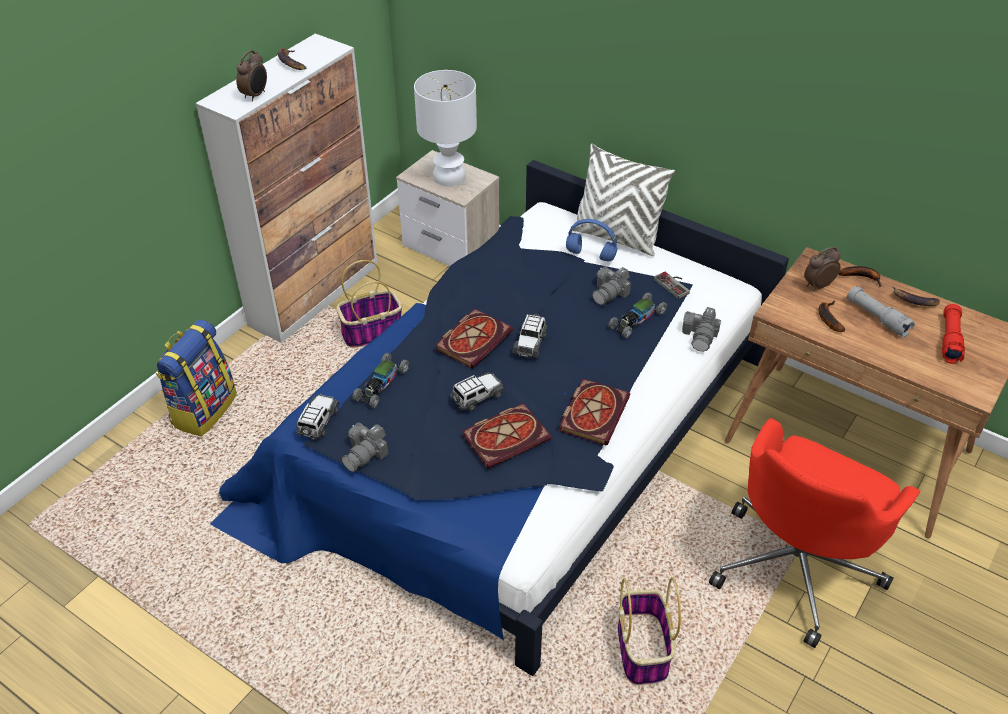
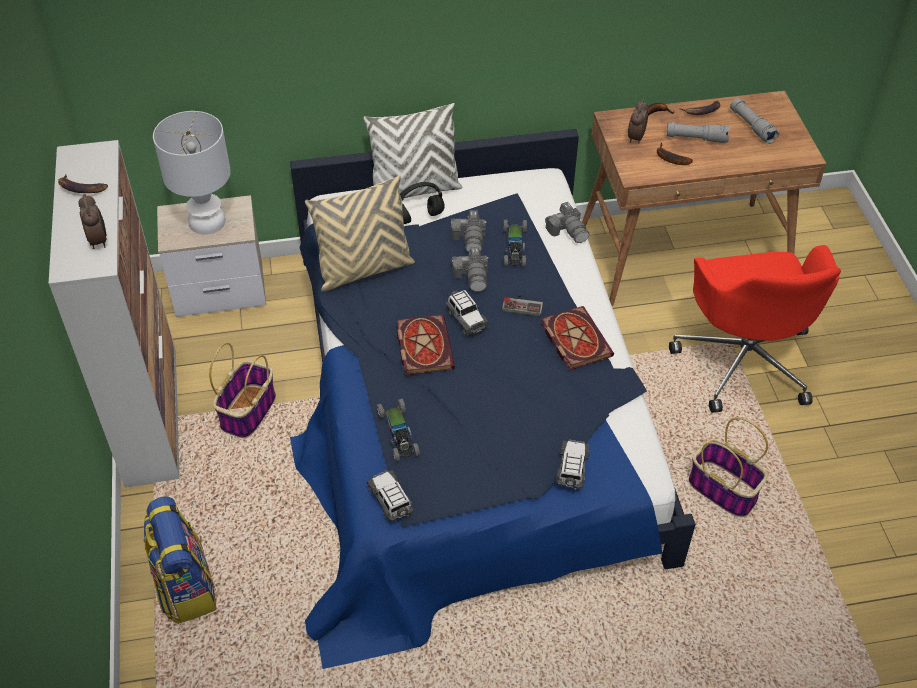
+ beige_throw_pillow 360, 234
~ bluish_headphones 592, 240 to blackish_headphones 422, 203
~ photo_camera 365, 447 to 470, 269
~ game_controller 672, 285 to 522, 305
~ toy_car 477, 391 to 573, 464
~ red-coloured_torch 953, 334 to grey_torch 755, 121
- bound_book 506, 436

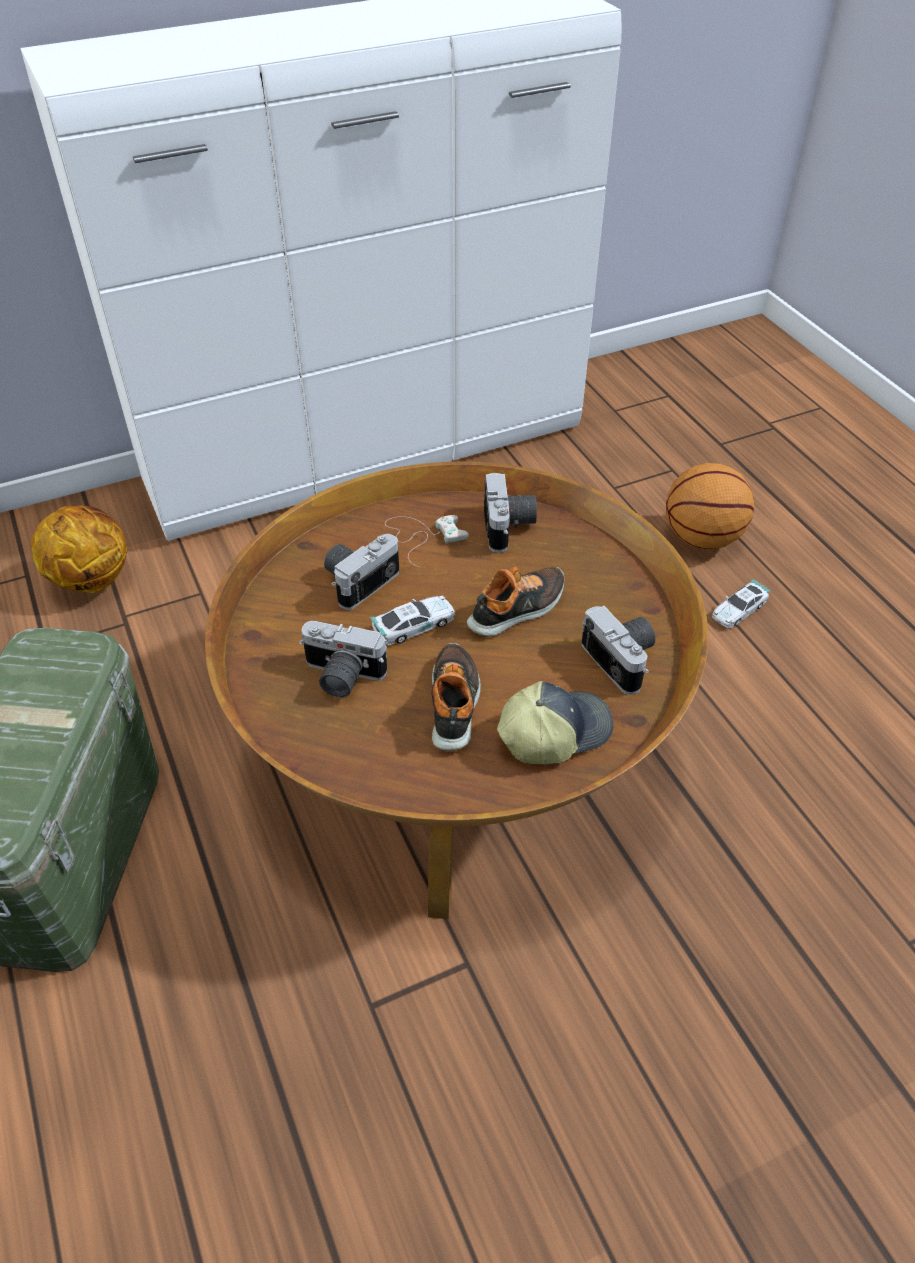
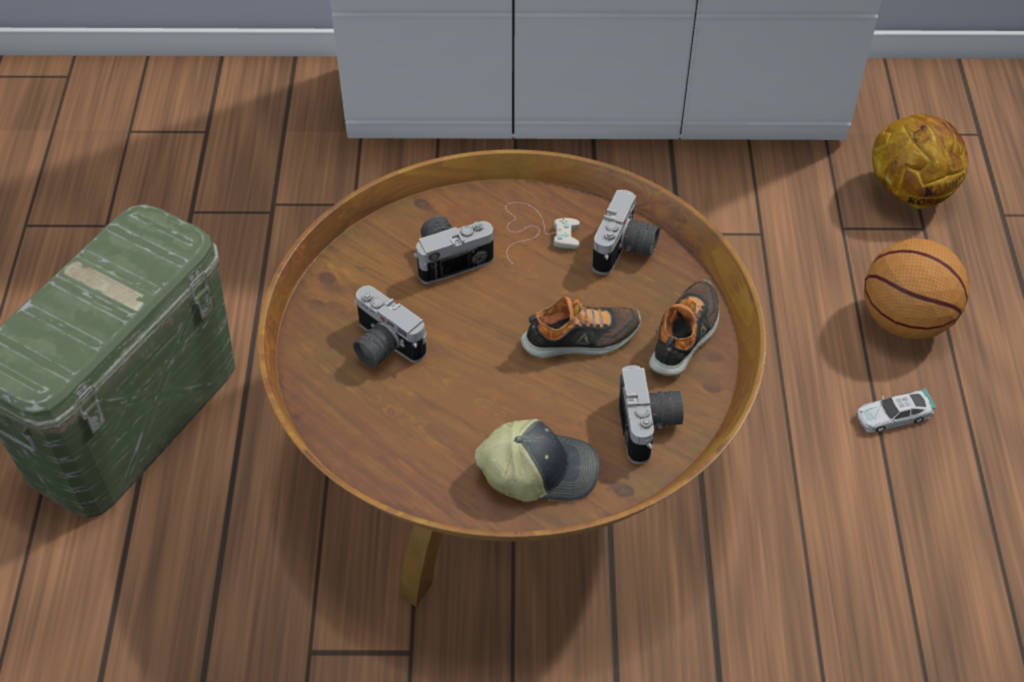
~ low_shoe 456, 697 to 684, 327
~ ball_for_basketball 79, 549 to 920, 161
- toy_car 412, 620

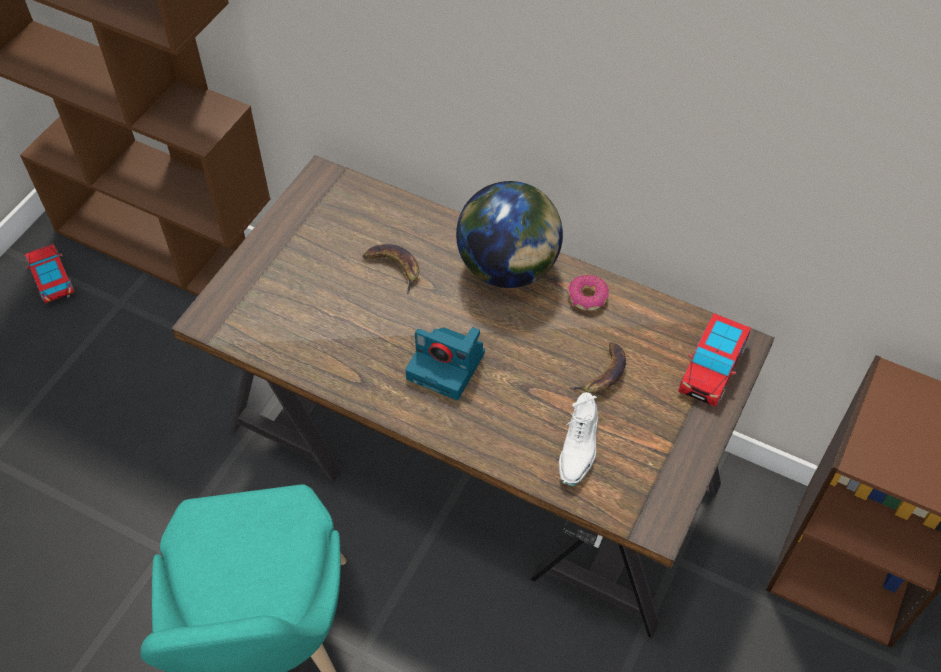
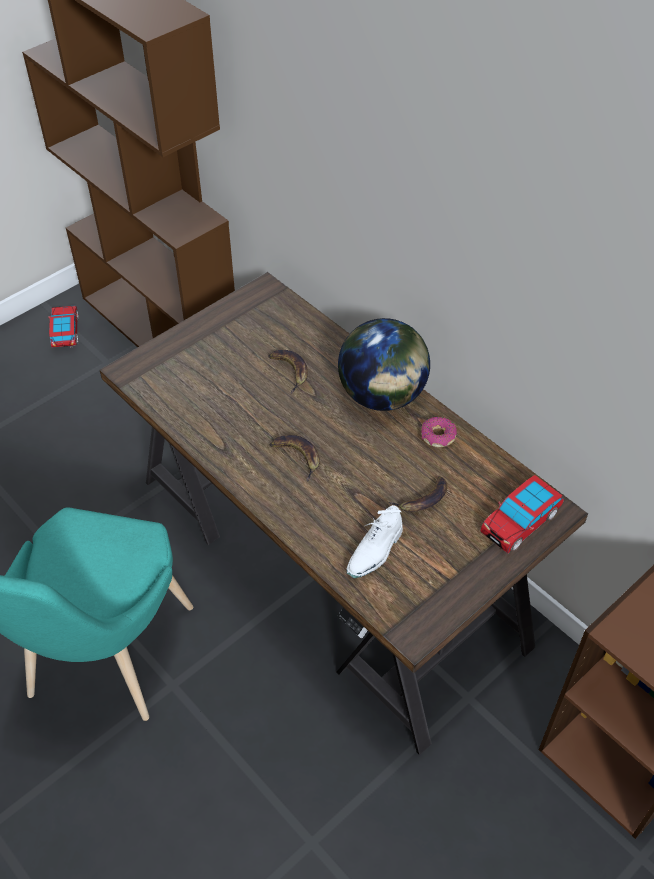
~ photo_camera 445, 363 to whole_banana 294, 458

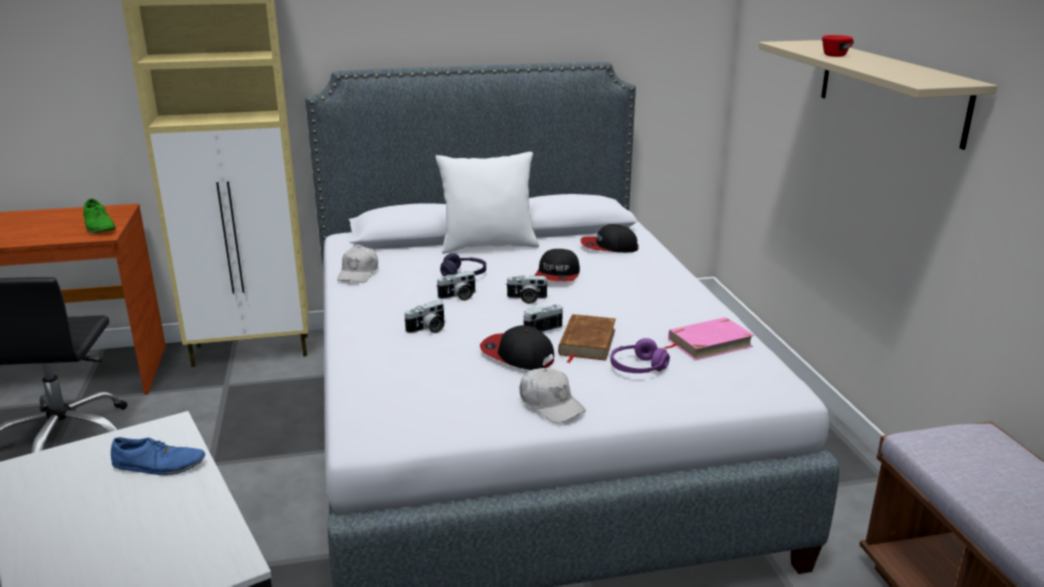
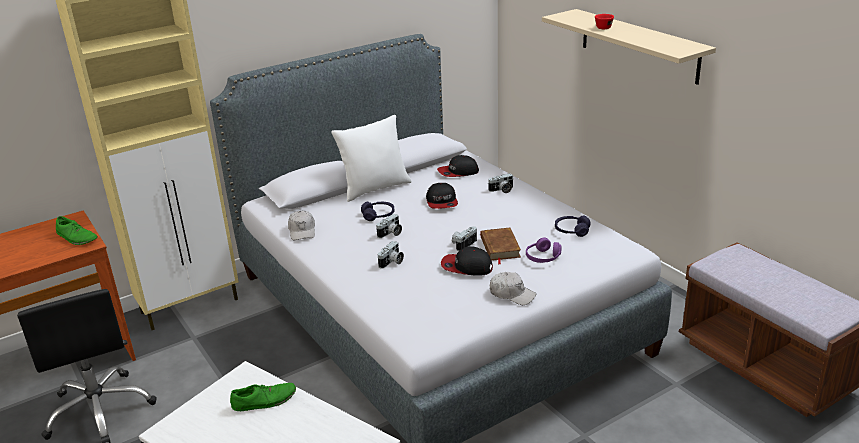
~ bluish_low_shoe 158, 456 to green-coloured_low_shoe 263, 397
~ photo_camera 527, 289 to 501, 183
~ pinkish_bound_book 709, 339 to purplish_headphones 572, 226

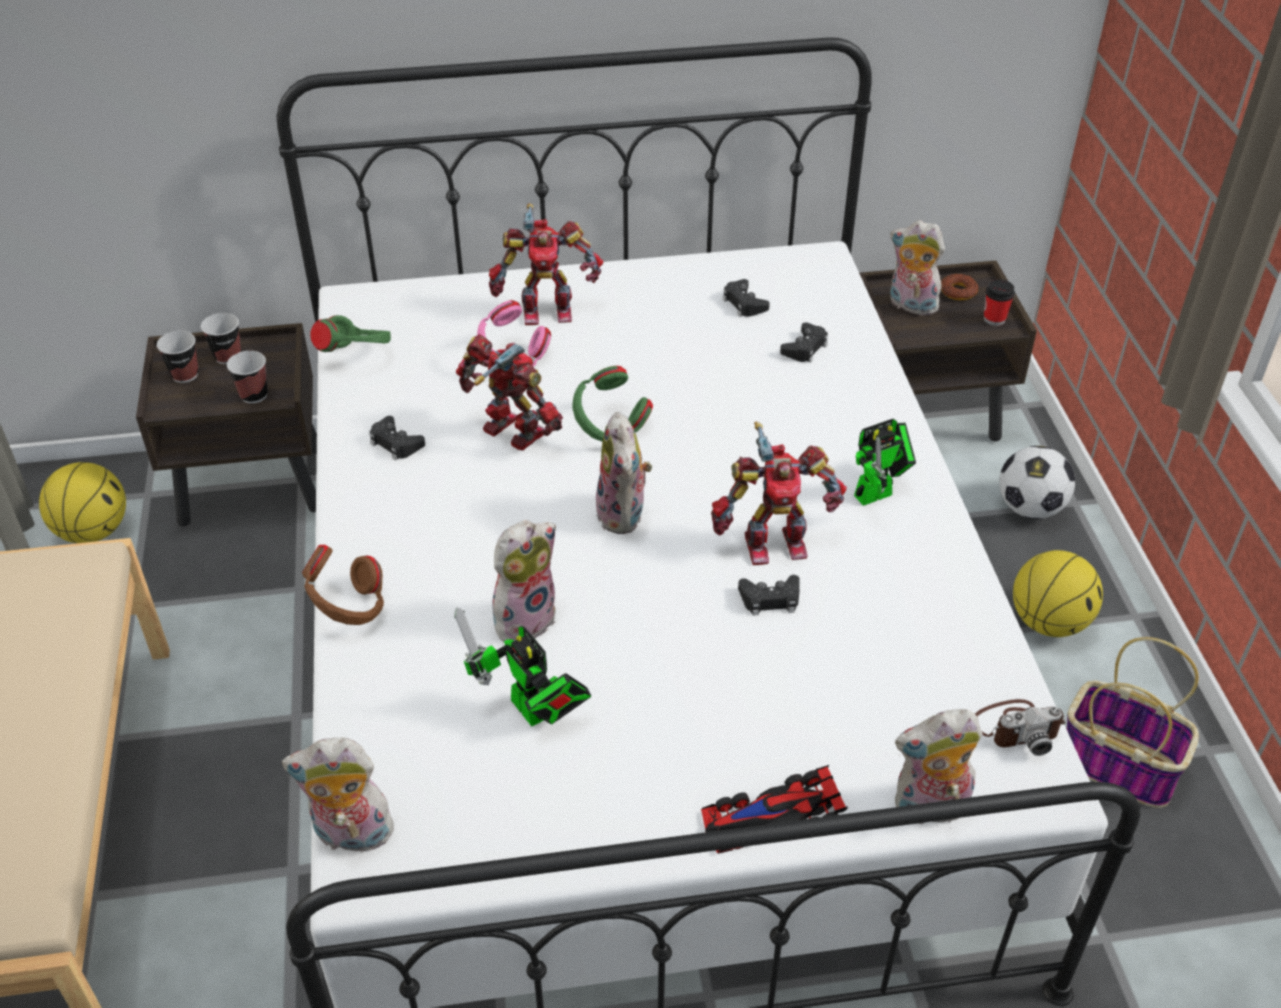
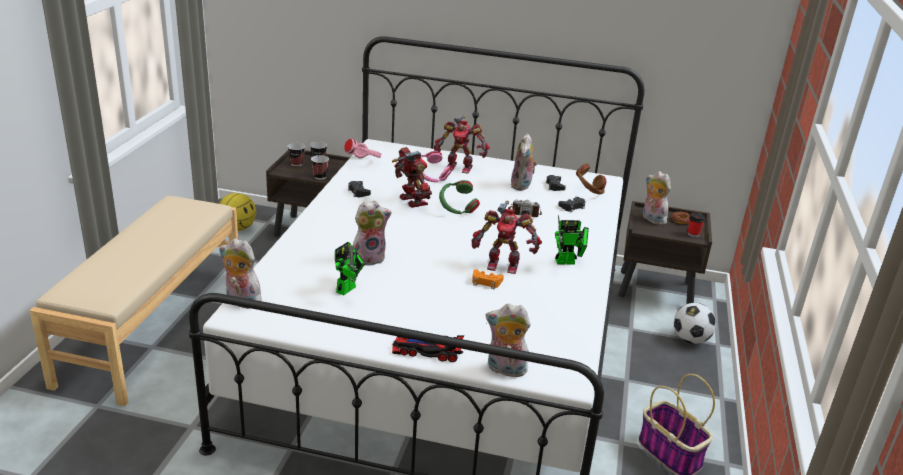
~ model_robot 522, 667 = 350, 269 135 degrees counterclockwise
~ green-coloured_headphones 350, 333 to pinkish_headphones 362, 148
~ blackish_game_controller 769, 595 to orange_game_controller 488, 279
~ photo_camera 1020, 727 to 525, 208
~ plush_toy 624, 473 to 524, 162
~ brownish_headphones 343, 585 to 591, 178
- ball_for_basketball 1058, 593

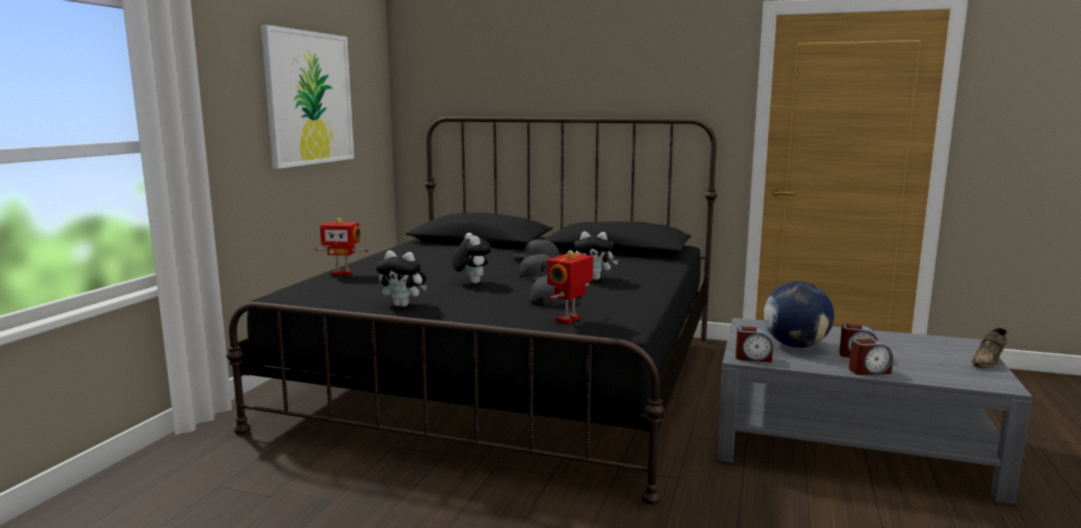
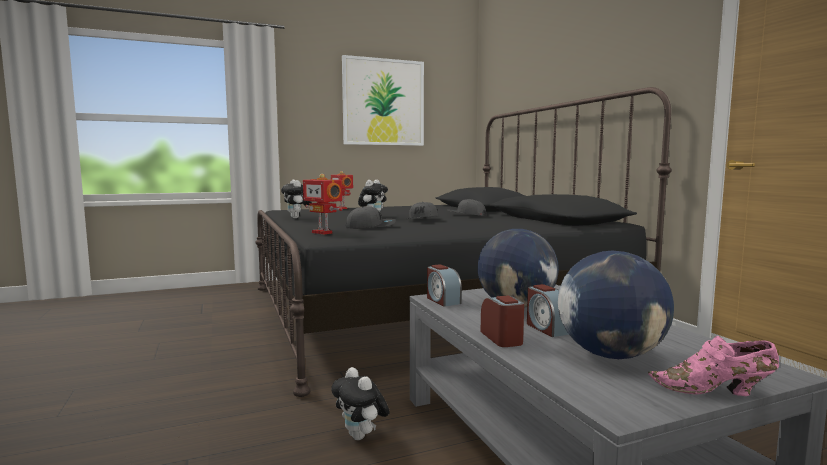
~ model_robot 570, 287 = 323, 204 135 degrees counterclockwise
~ plush_toy 596, 255 to 360, 403
~ alarm_clock 871, 357 = 502, 321 150 degrees counterclockwise
+ desk_globe 616, 304
~ brownish_low_shoe 990, 348 to pinkish_low_shoe 713, 366

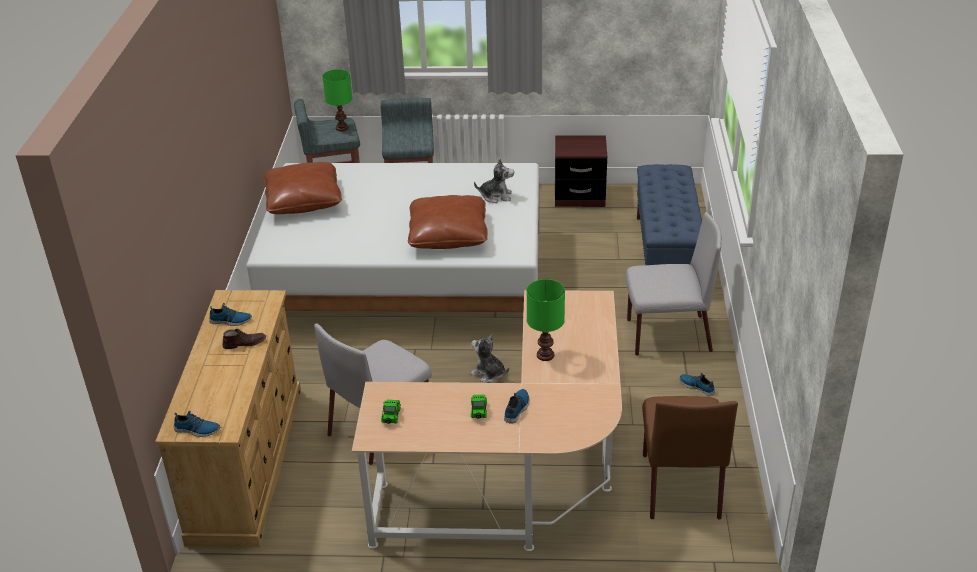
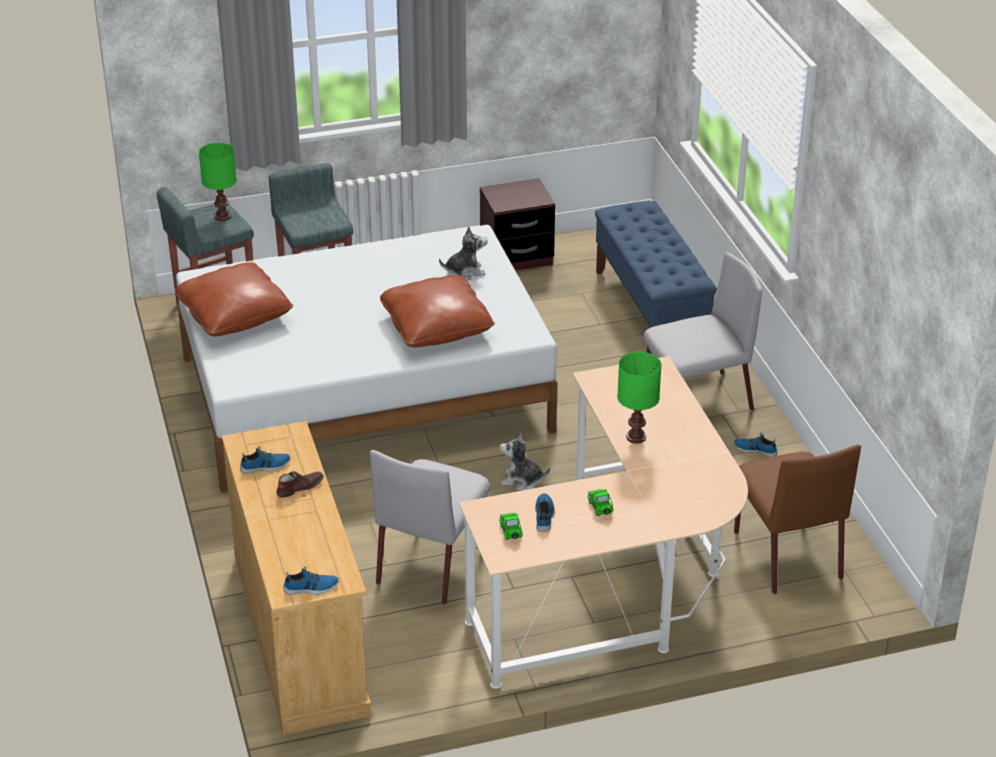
~ low_shoe 516, 406 to 545, 512

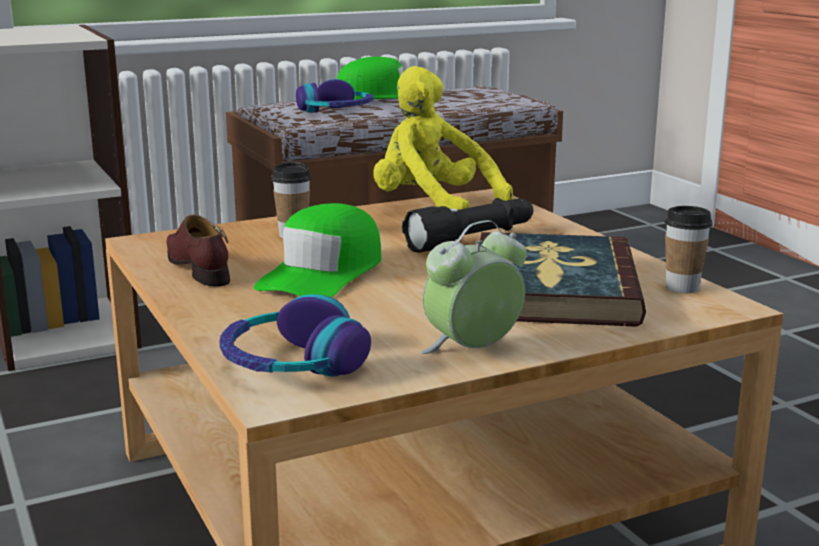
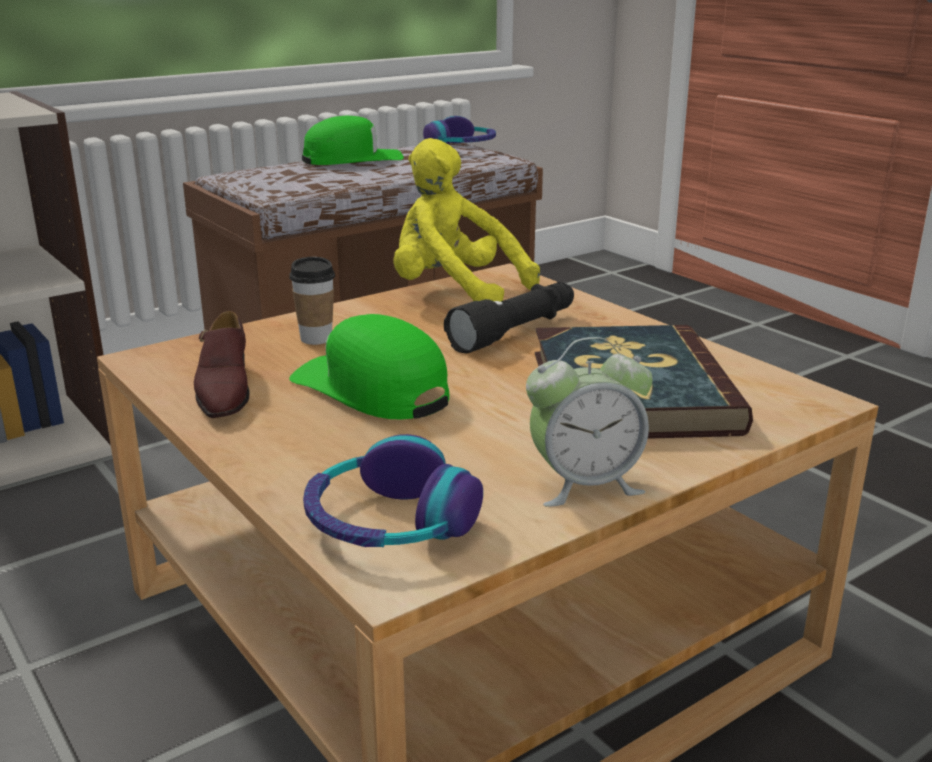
~ brownish_low_shoe 198, 250 = 222, 364 150 degrees counterclockwise
~ green-coloured_baseball_cap 317, 250 = 369, 366 120 degrees clockwise
~ headphones 334, 96 to 459, 130
~ alarm_clock 474, 287 = 589, 422 150 degrees counterclockwise
- cup 688, 249

